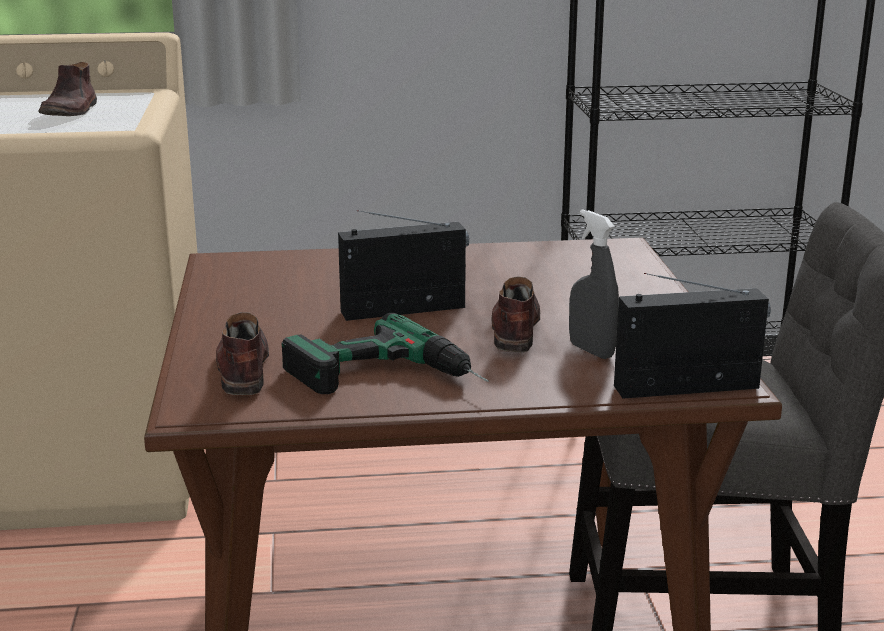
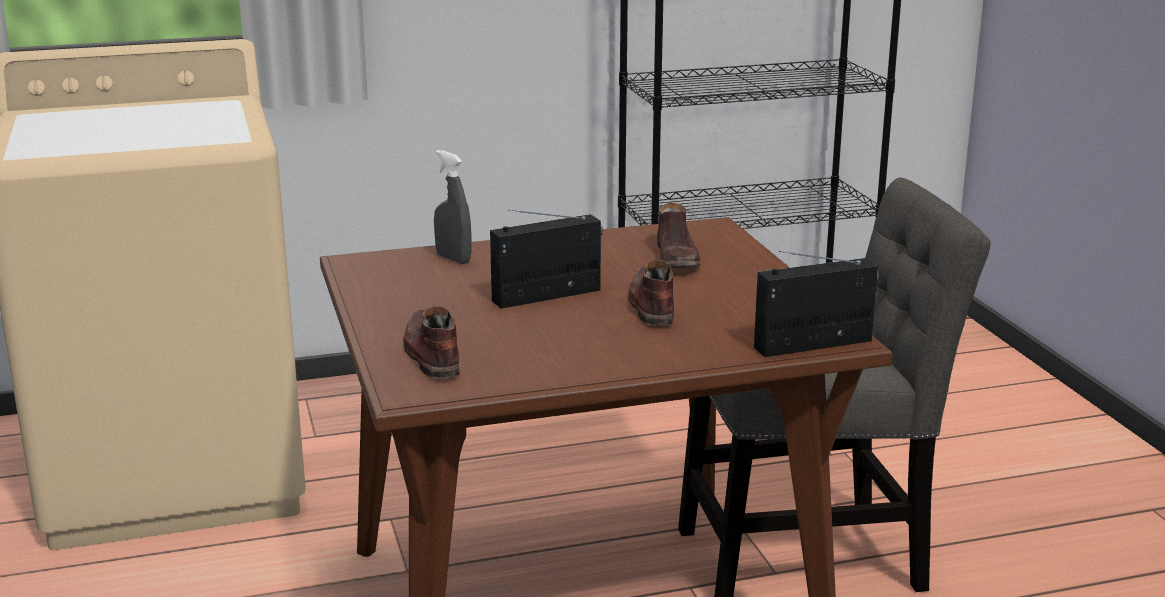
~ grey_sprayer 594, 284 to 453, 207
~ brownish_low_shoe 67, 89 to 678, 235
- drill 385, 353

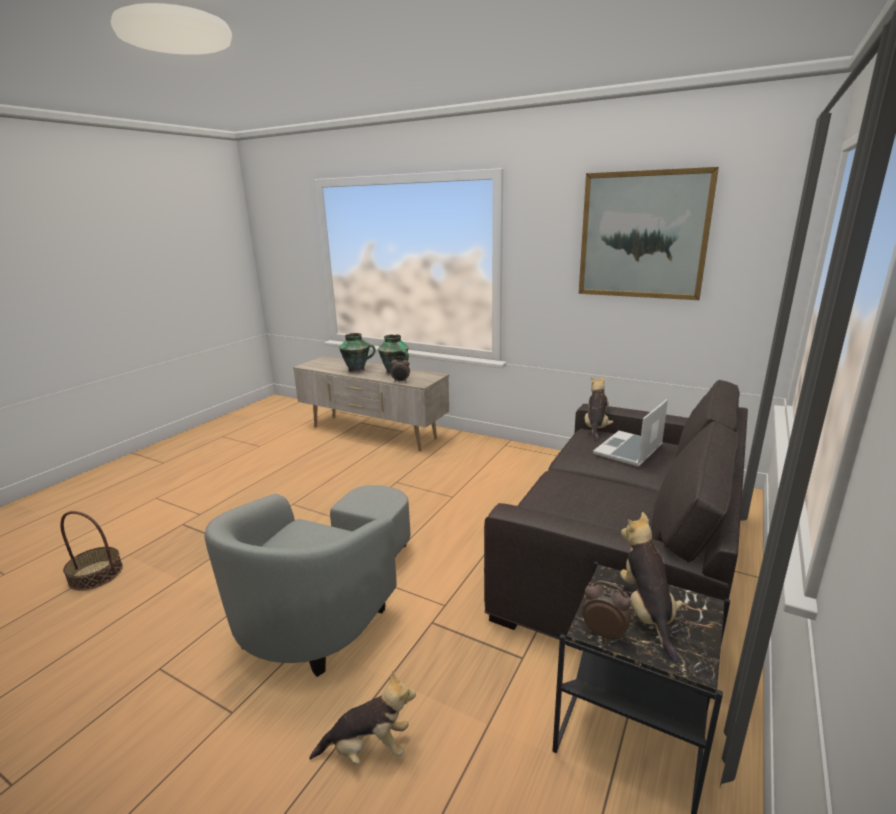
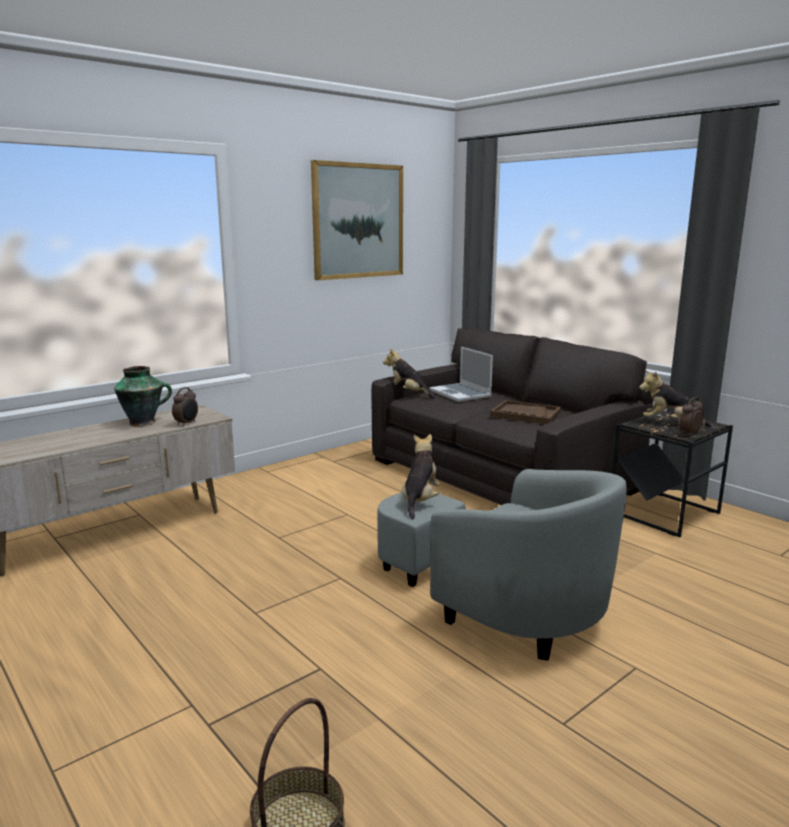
~ plush_toy 362, 718 to 421, 477
+ brownish_carrying_tray 525, 412
- vase 357, 353

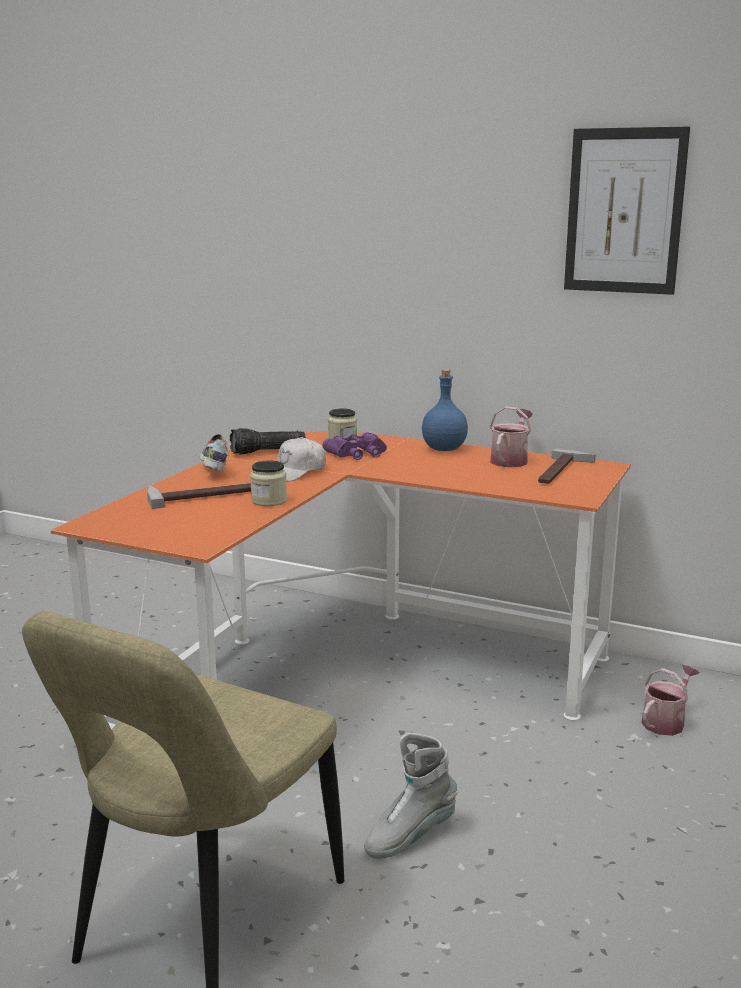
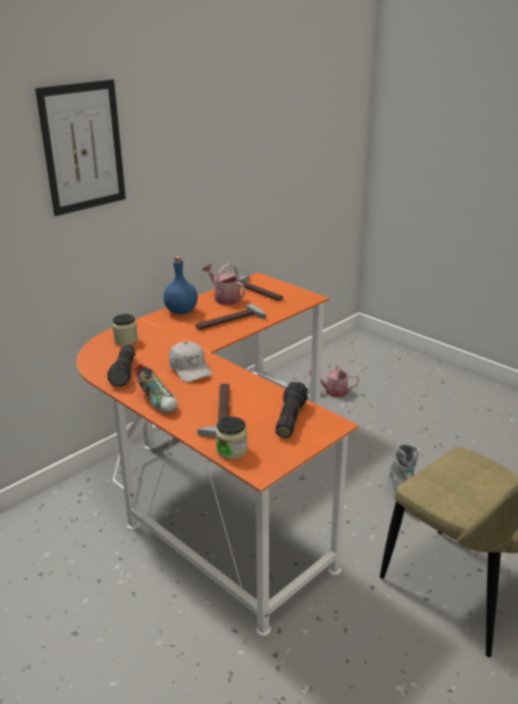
~ picture 627, 210 to 80, 147
~ low_shoe 214, 452 = 156, 388 135 degrees counterclockwise
+ hammer 231, 317
~ storage_jar 268, 483 to 231, 438
+ torch 292, 410
~ watering_can 670, 700 = 333, 380 60 degrees counterclockwise
- purplish_pair_of_binoculars 355, 446

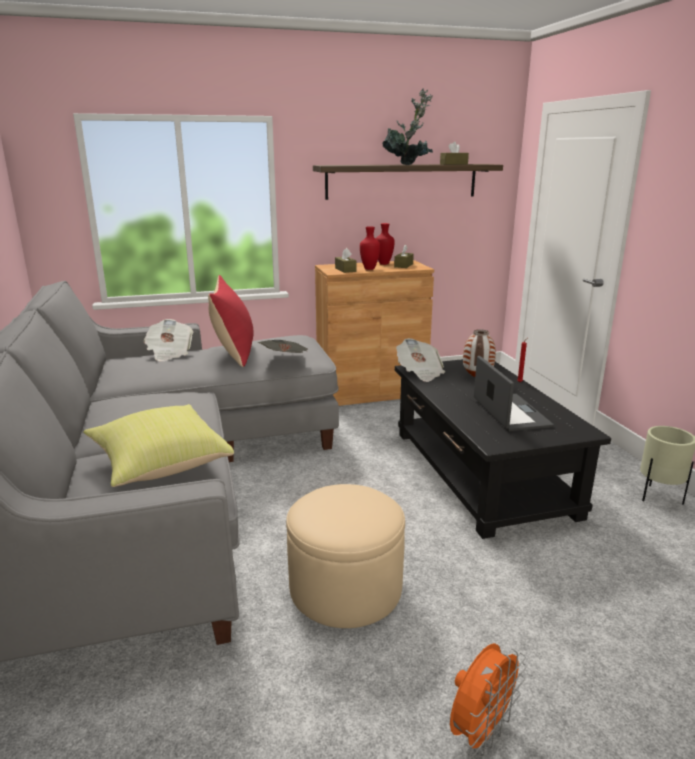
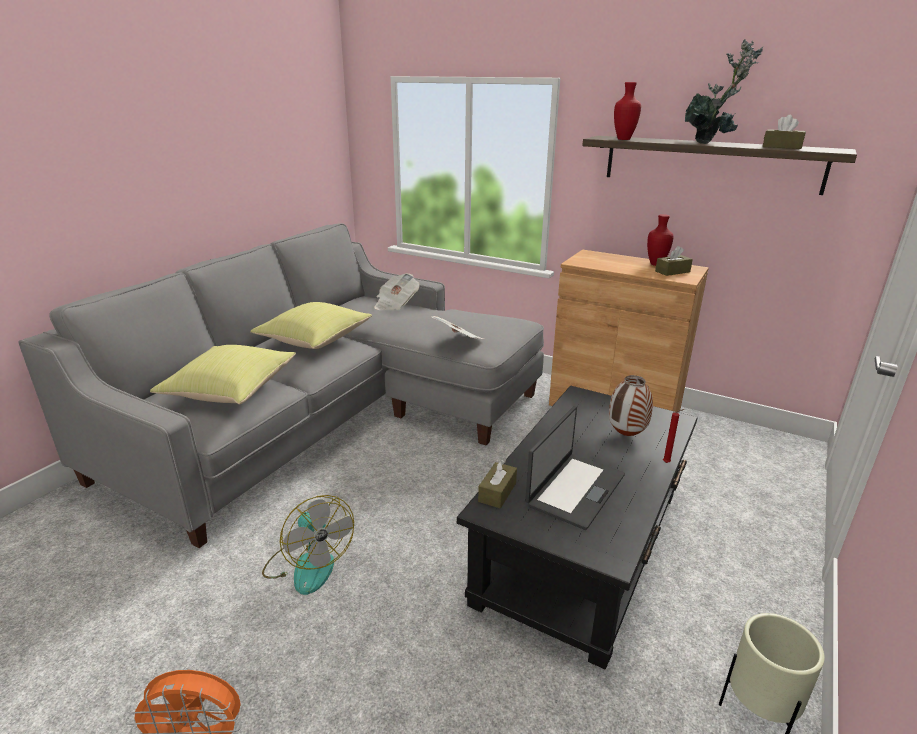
+ yellowish_throw_pillow 311, 325
~ beige_pouffe 345, 556 to fan 308, 545
~ brownish_box_of_tissues 345, 260 to 497, 483
~ red-coloured_vase 370, 248 to 627, 111
- red-coloured_throw_pillow 231, 321
- newspaper 420, 360

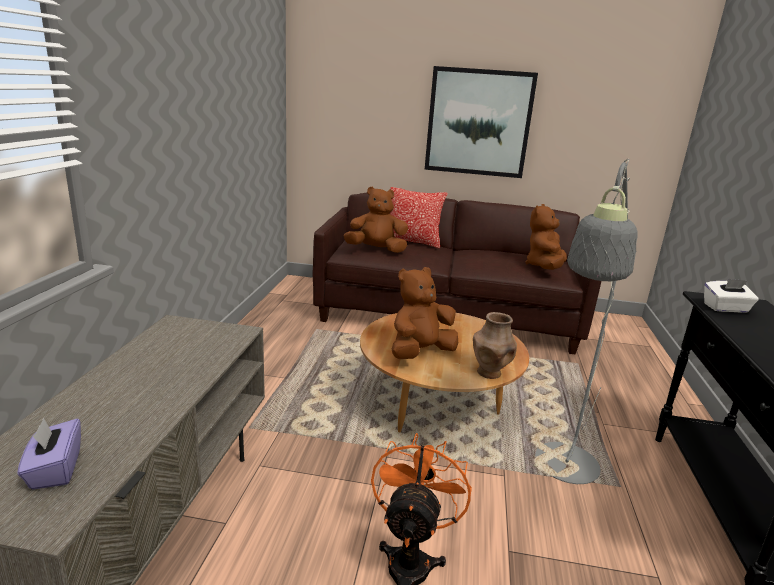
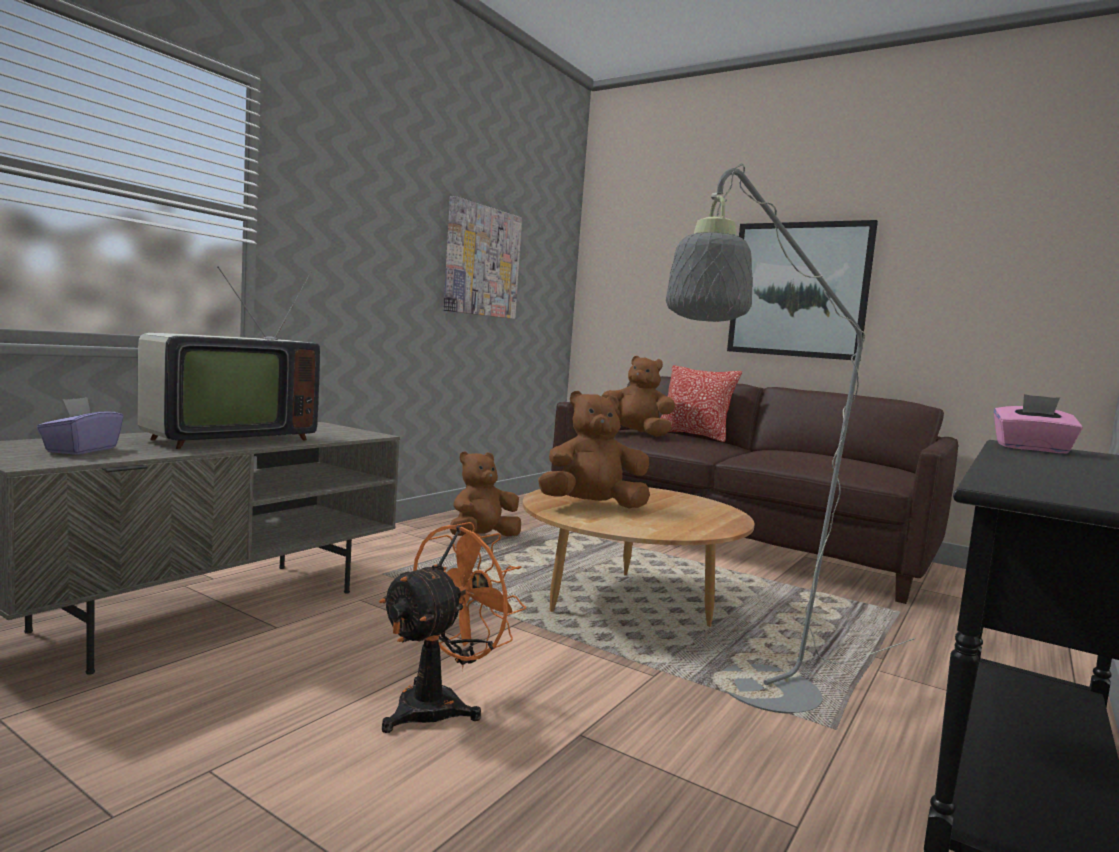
+ television 228, 357
+ picture 482, 257
~ brownish_plush_toy 546, 237 to 485, 493
~ white_box_of_tissues 731, 296 to pinkish_box_of_tissues 1038, 423
- brownish_vase 495, 345

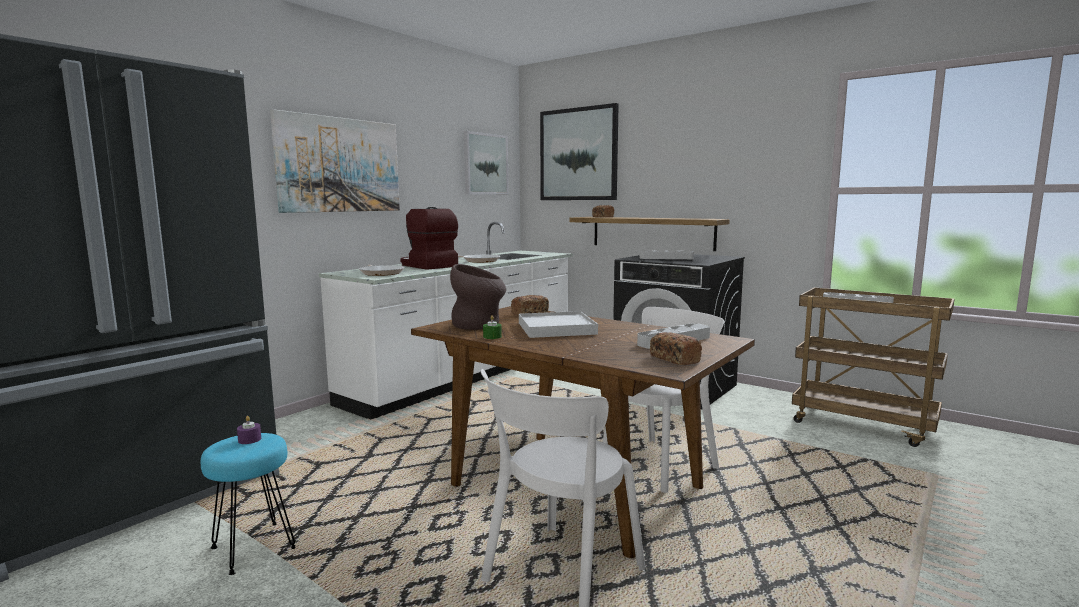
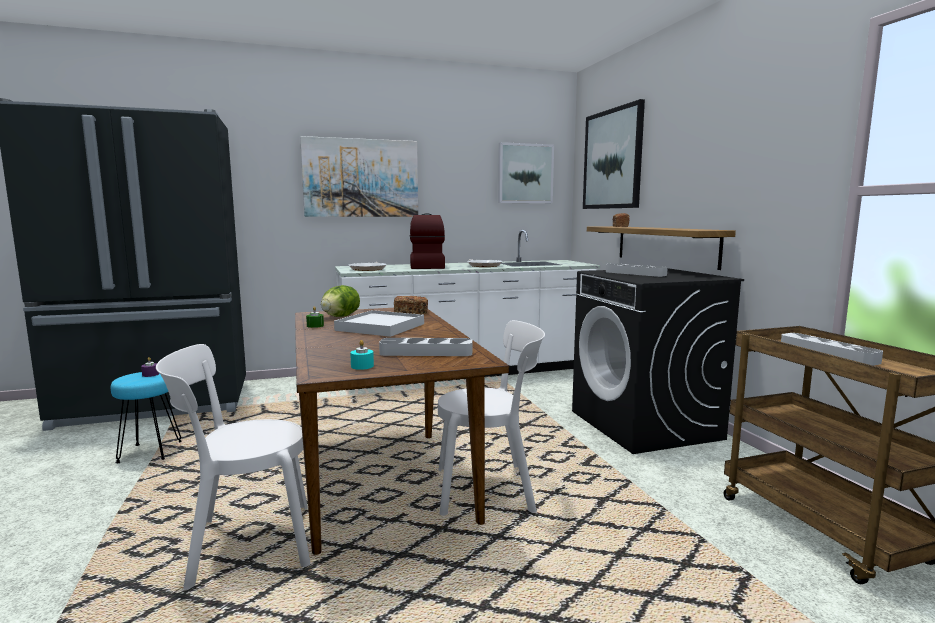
~ brownish_vase 478, 297 to lettuce_head 340, 301
~ baked_bread 676, 348 to blue-green_wax_light 362, 355

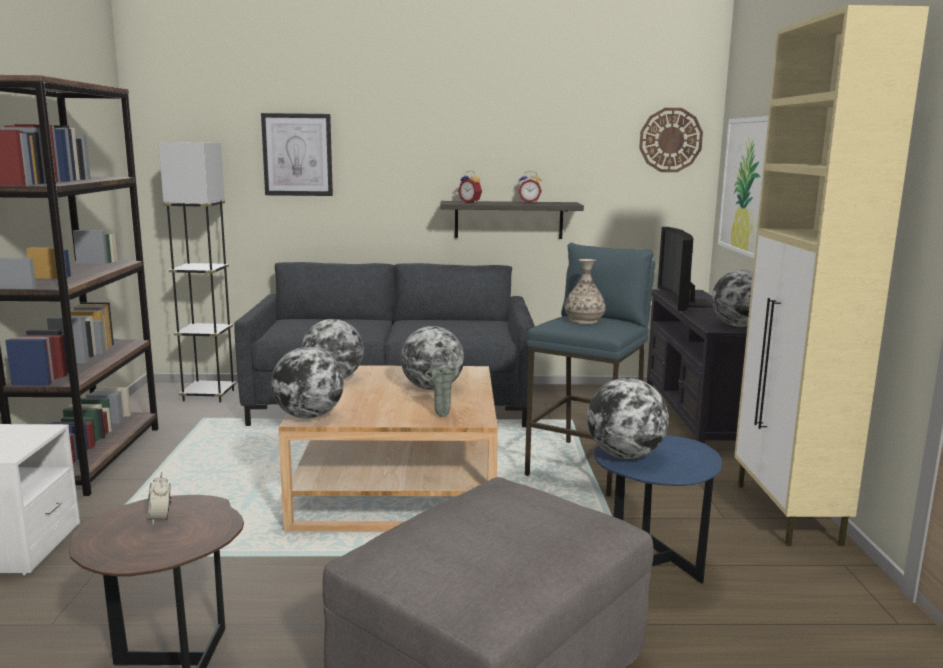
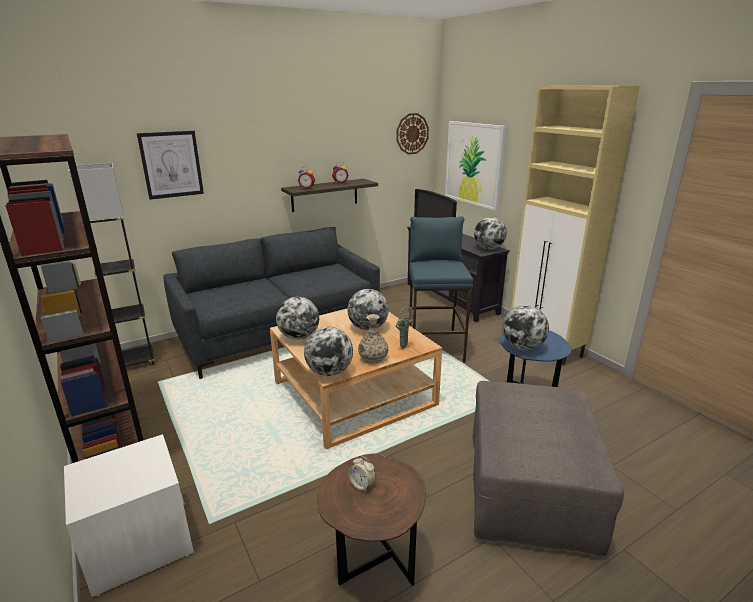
~ vase 585, 291 to 373, 339

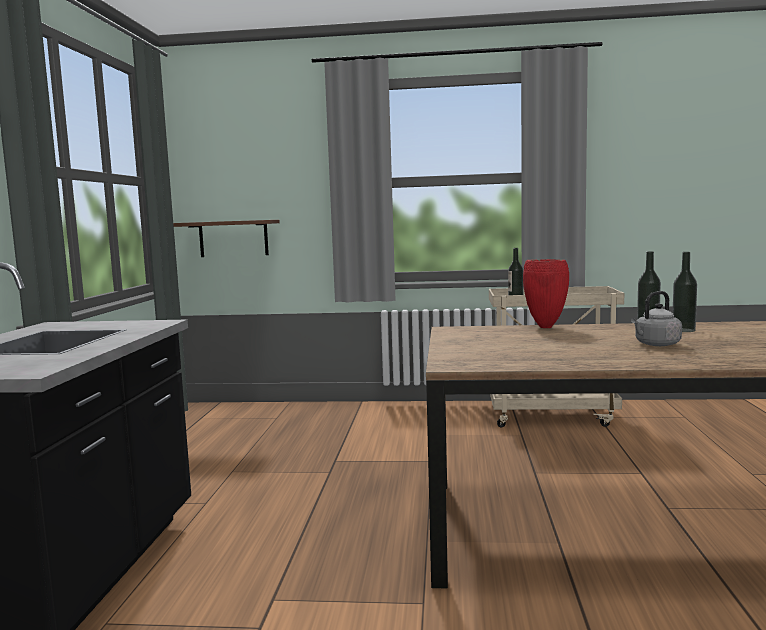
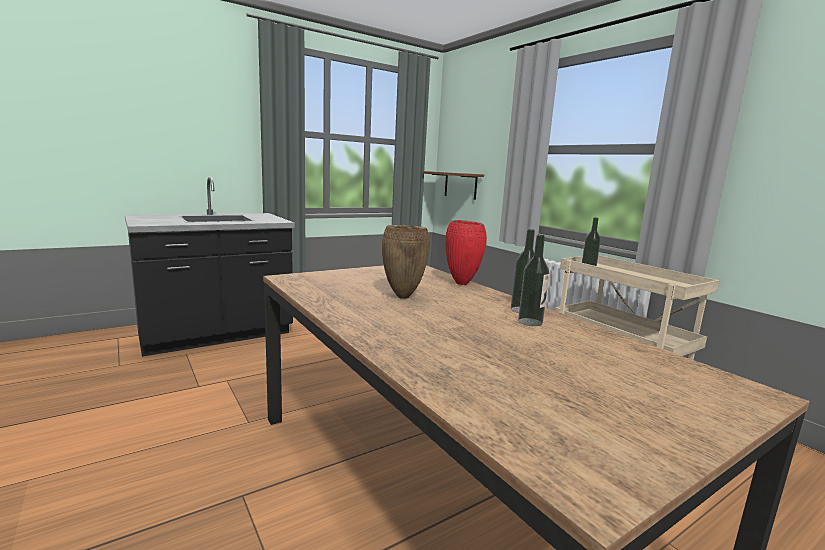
+ brownish_vase 406, 262
- grey_water_kettle 656, 318

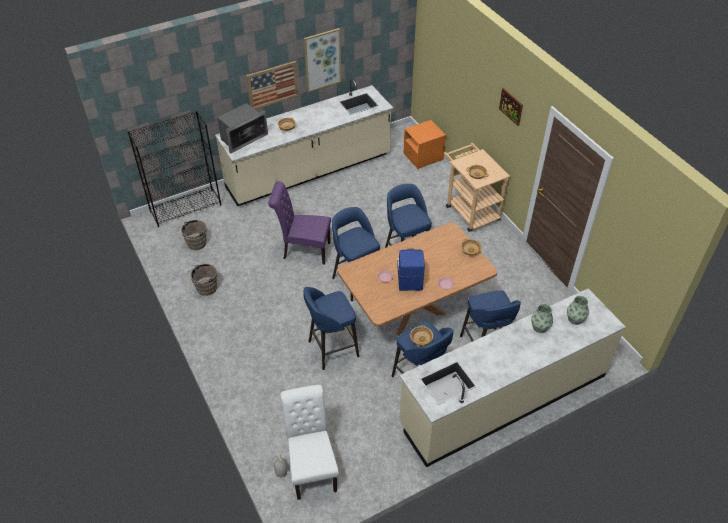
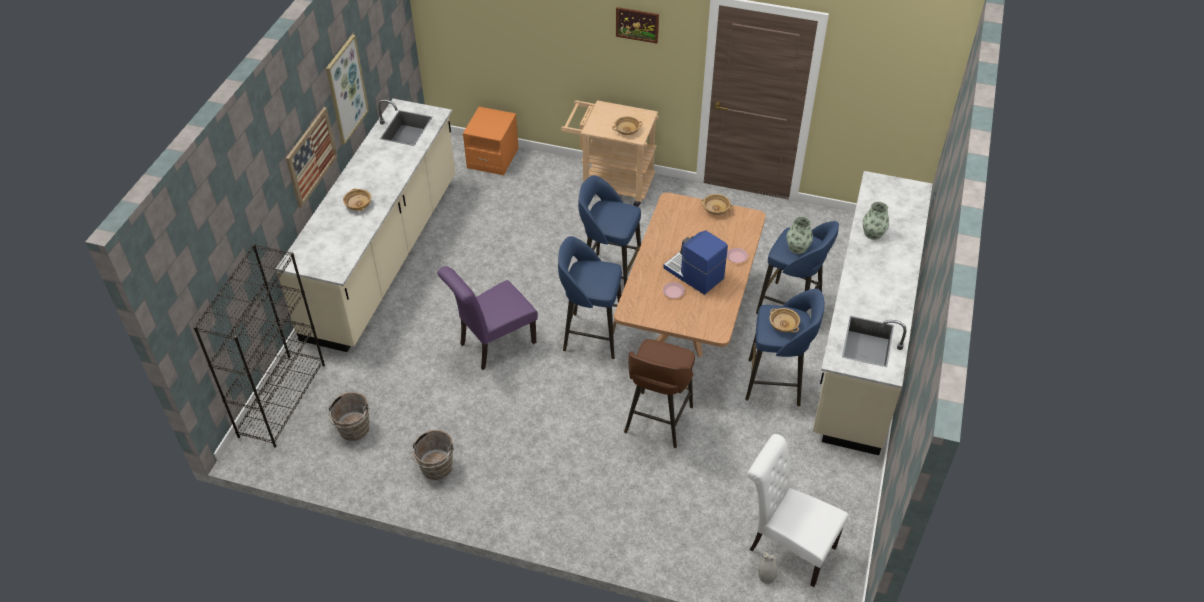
~ bluish_stool_seat 331, 328 to brownish_stool_seat 659, 393
~ vase 578, 310 to 800, 235
- microwave_oven 242, 128

